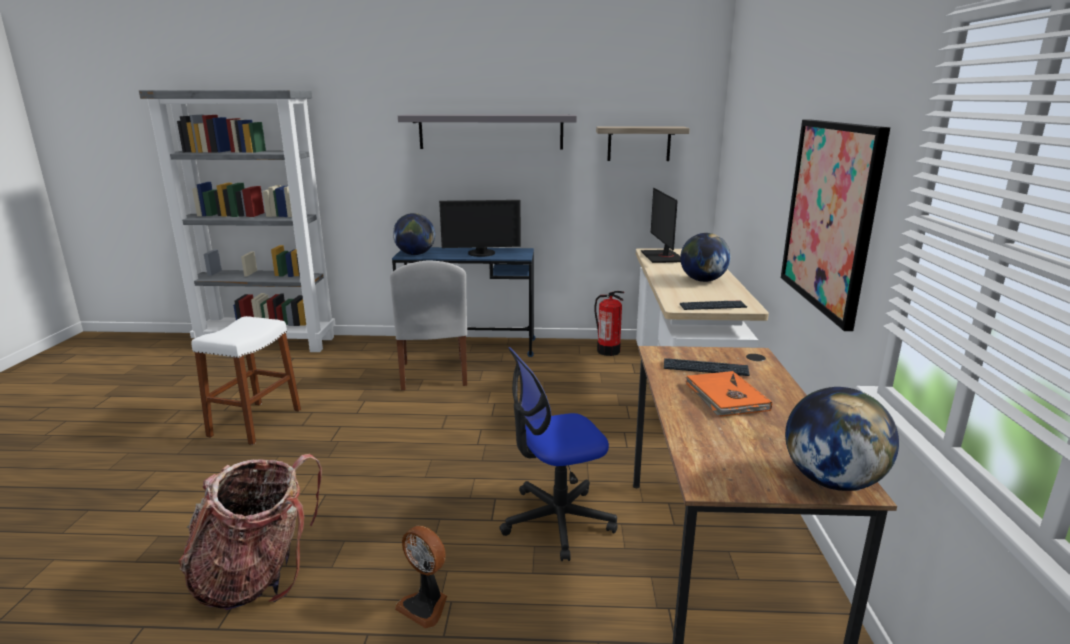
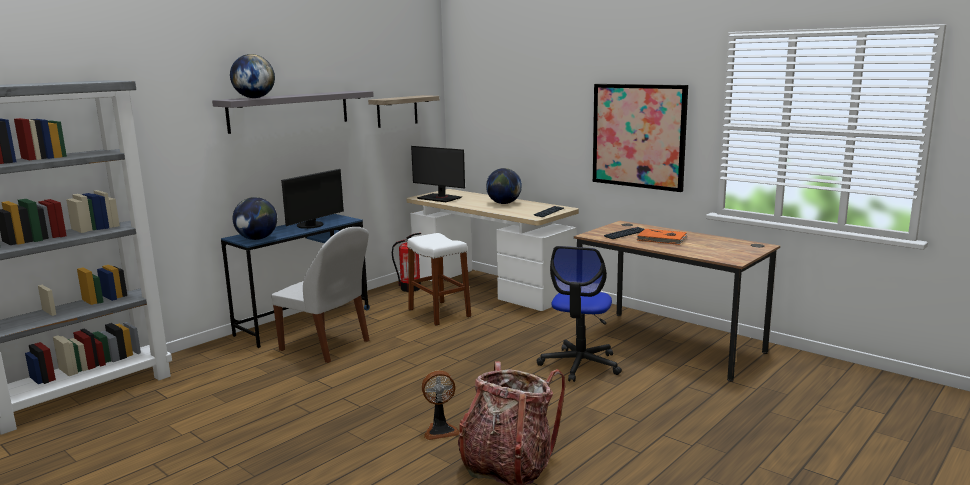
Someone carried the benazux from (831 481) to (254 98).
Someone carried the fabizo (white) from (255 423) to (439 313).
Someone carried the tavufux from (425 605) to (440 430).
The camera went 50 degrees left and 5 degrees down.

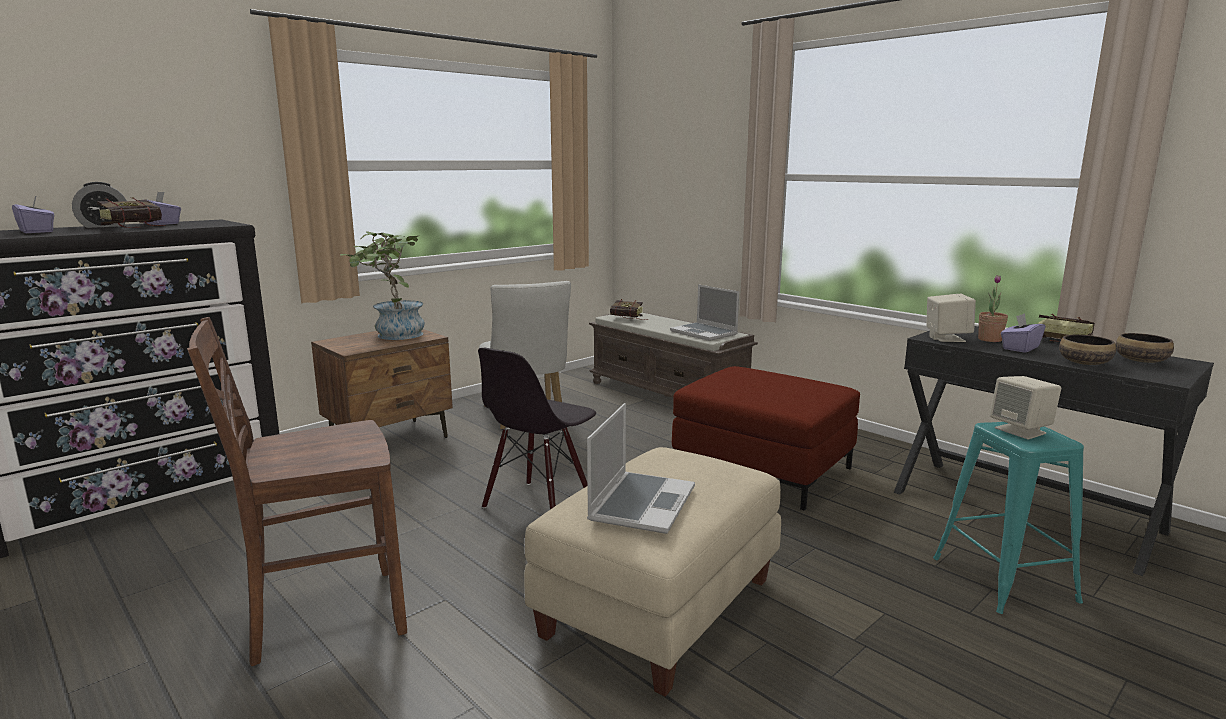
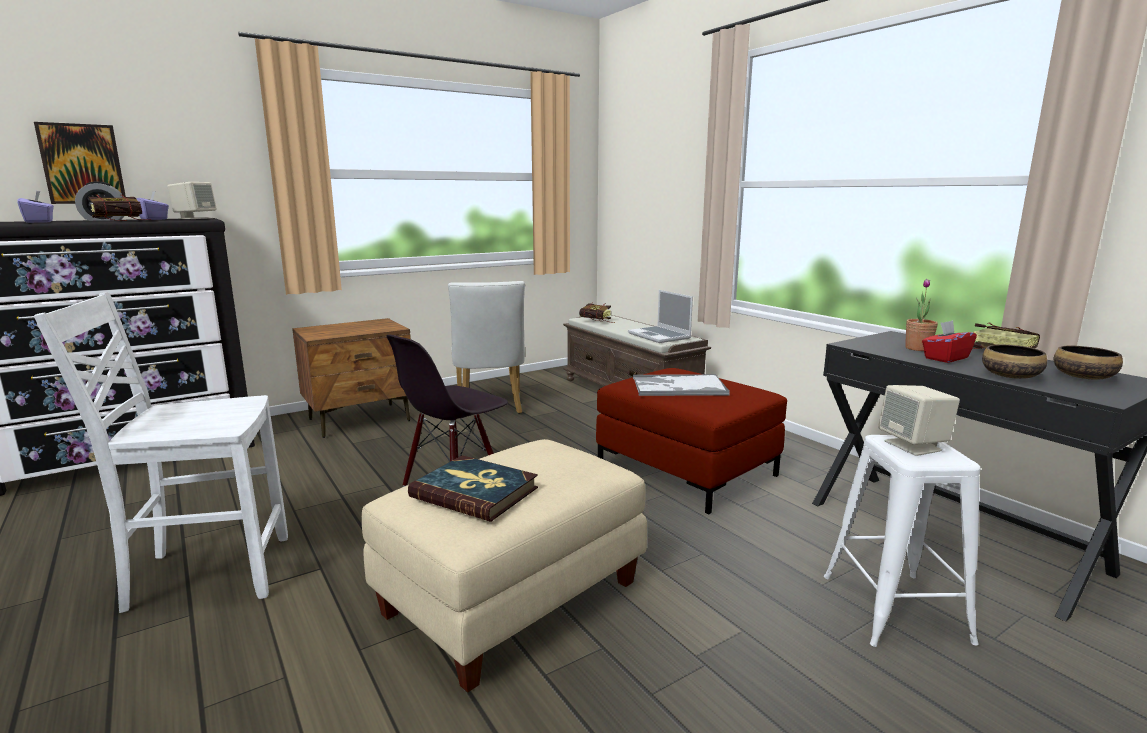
Someone put up the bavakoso at (82 164).
Someone repainted the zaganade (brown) at (323 616), which became the zaganade (white) at (207 573).
Someone carried the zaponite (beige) from (946 338) to (195 218).
Someone swapped the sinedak at (641 503) for the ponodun at (475 492).
Someone put down the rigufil at (678 387).
Someone repainted the fabizo (turquoise) at (1003 579), which became the fabizo (white) at (894 608).
Someone repainted the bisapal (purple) at (1020 348), which became the bisapal (red) at (945 358).
Someone took away the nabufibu at (393 335).
The camera went 10 degrees right and 0 degrees up.

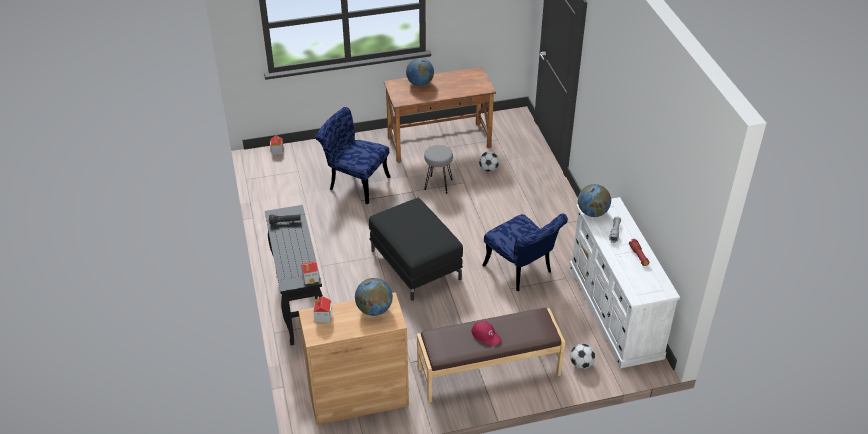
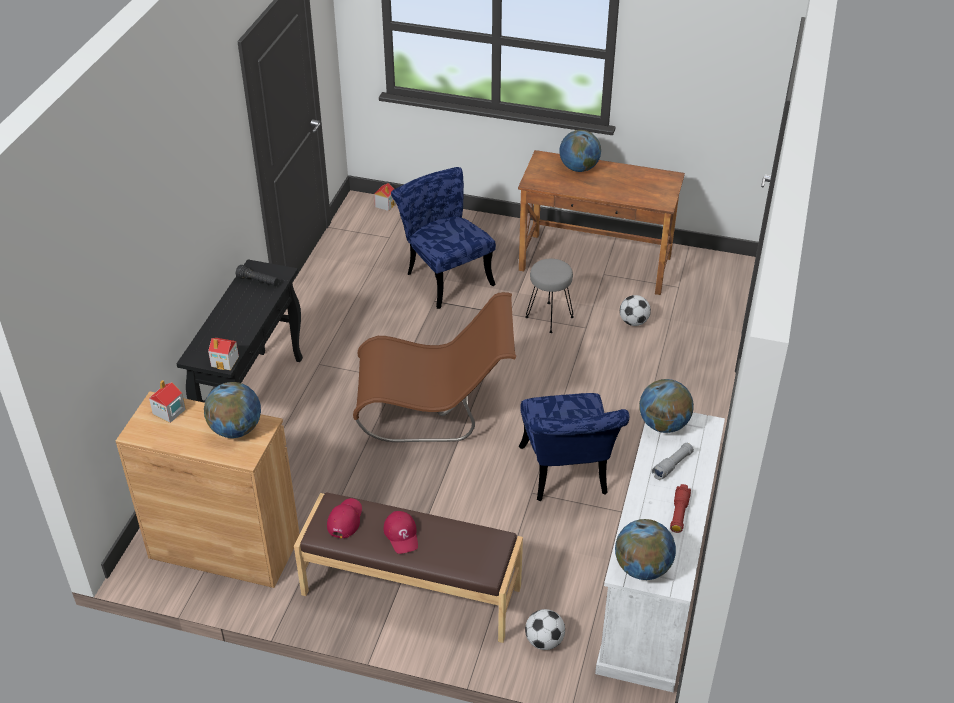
Someone put down the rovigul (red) at (345 519).
Someone swapped the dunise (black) at (416 264) for the zaganade (brown) at (435 409).
Someone put down the benazux at (642 568).
The camera went 30 degrees right and 0 degrees up.

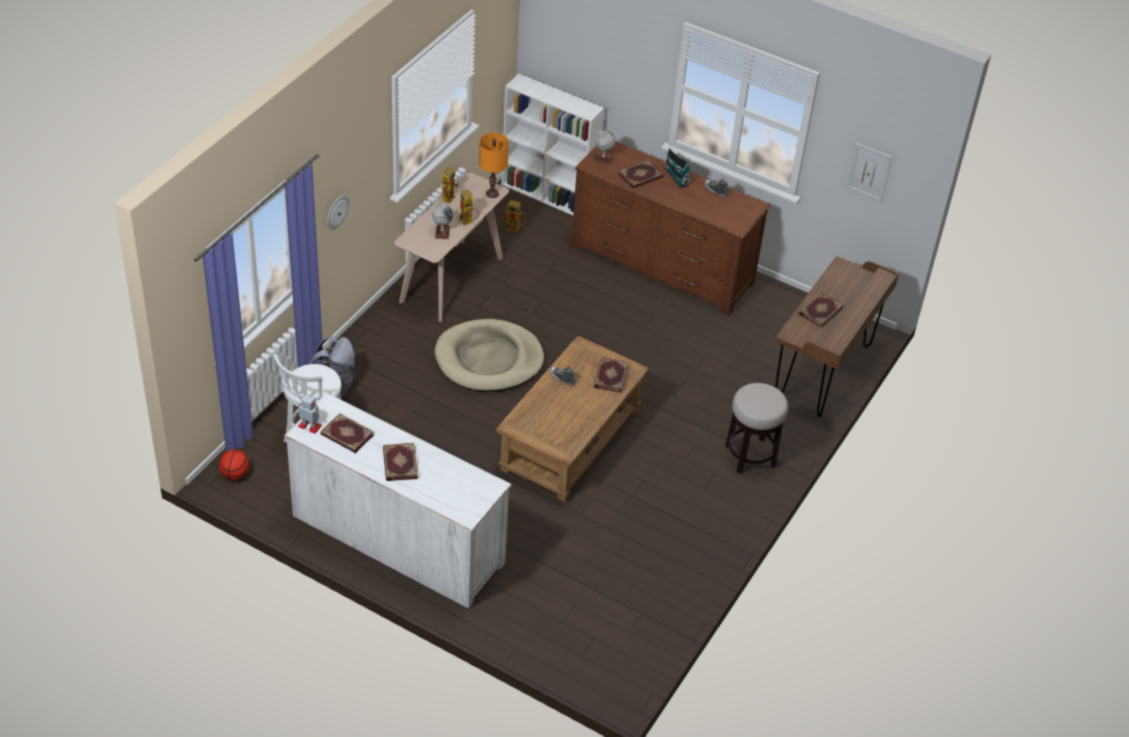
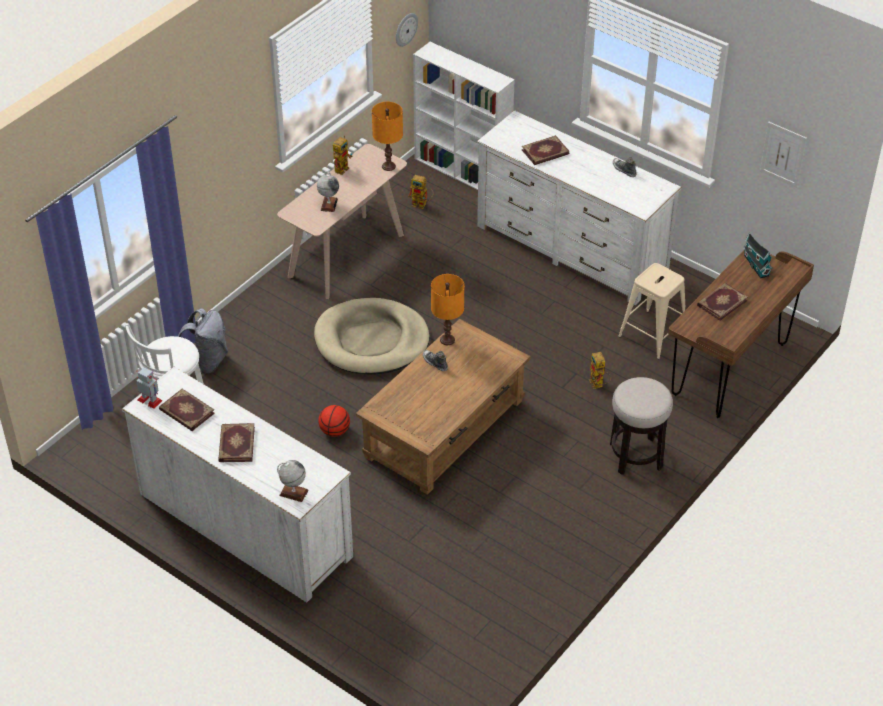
Someone carried the benazux from (603 158) to (293 493).
Someone carried the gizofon from (235 474) to (334 431).
Someone carried the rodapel from (337 211) to (405 29).
Someone put down the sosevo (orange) at (447 340).
Someone repainted the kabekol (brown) at (662 265), which became the kabekol (white) at (571 249).
Someone carried the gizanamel from (468 222) to (598 385).
Someone put down the fabizo (beige) at (652 334).
Someone carried the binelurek from (676 176) to (755 264).
Someone took away the ponodun at (610 376).
The camera went 10 degrees right and 0 degrees up.

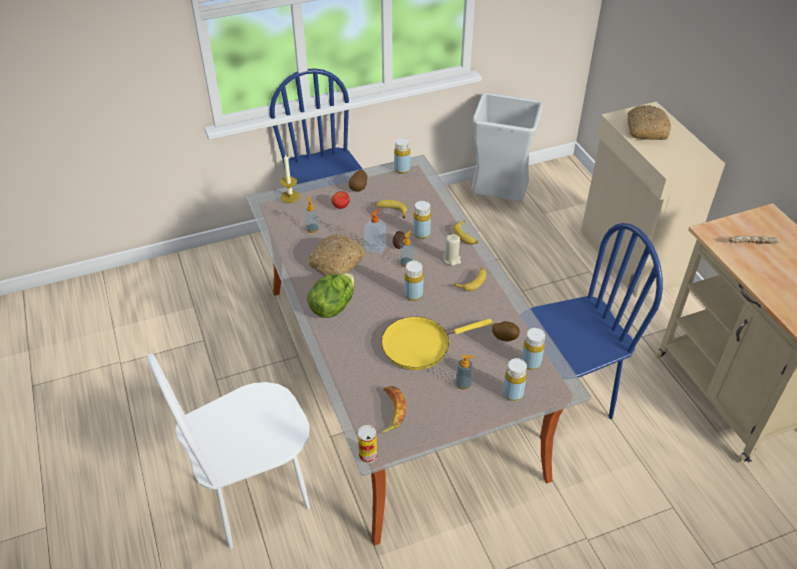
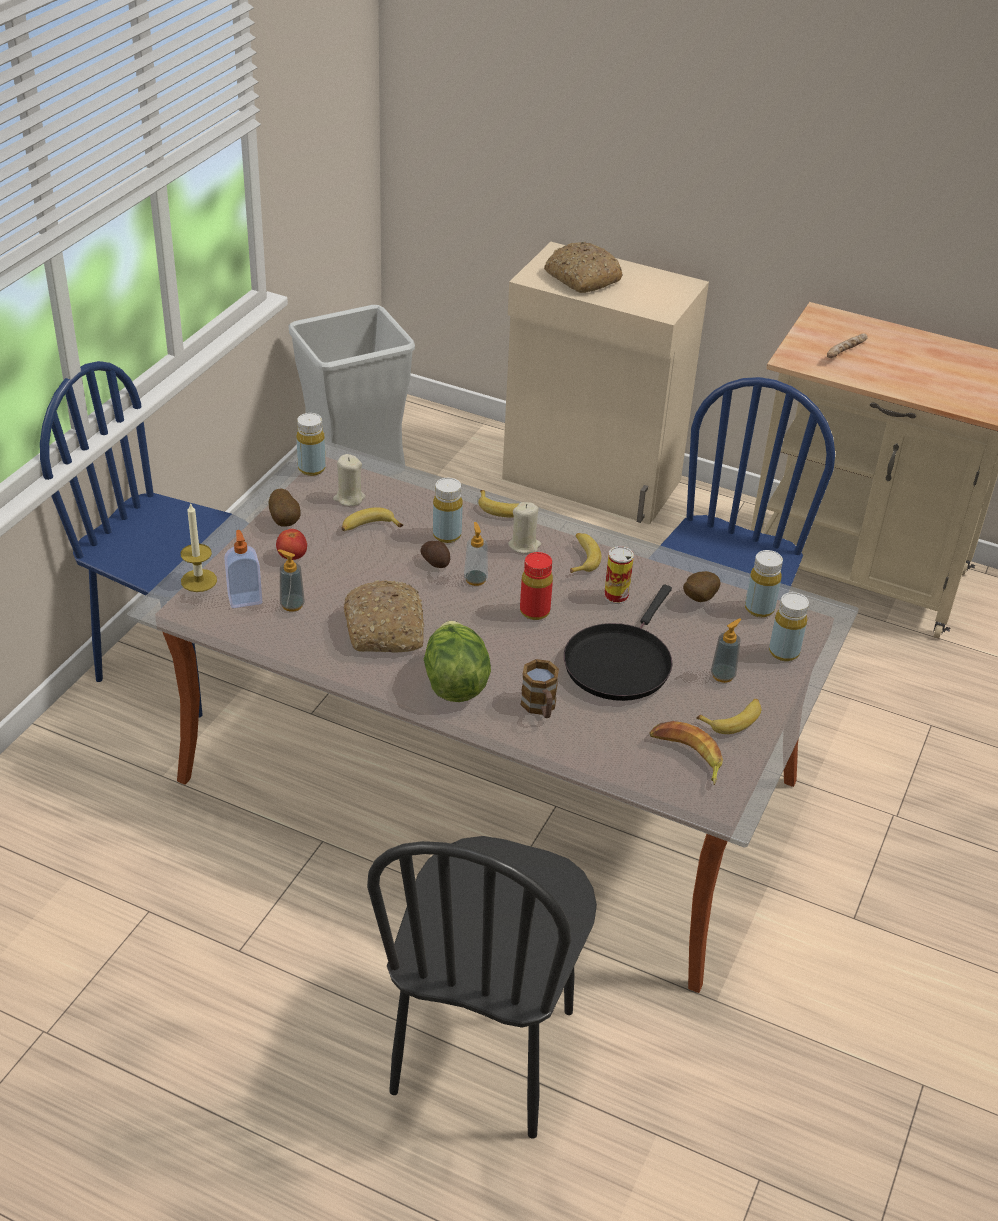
Someone carried the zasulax from (375 247) to (245 599).
Someone put down the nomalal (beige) at (349 498).
Someone repainted the zaganade (white) at (254 496), which became the zaganade (black) at (485 1052).
Someone repainted the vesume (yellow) at (413 295), which became the vesume (red) at (534 611).
Someone put down the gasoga at (540 707).
Someone repainted the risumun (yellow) at (420 345), which became the risumun (black) at (619 662).
Someone carried the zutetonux from (368 455) to (616 596).
Someone put down the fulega at (733 719).
The camera went 45 degrees left and 5 degrees down.

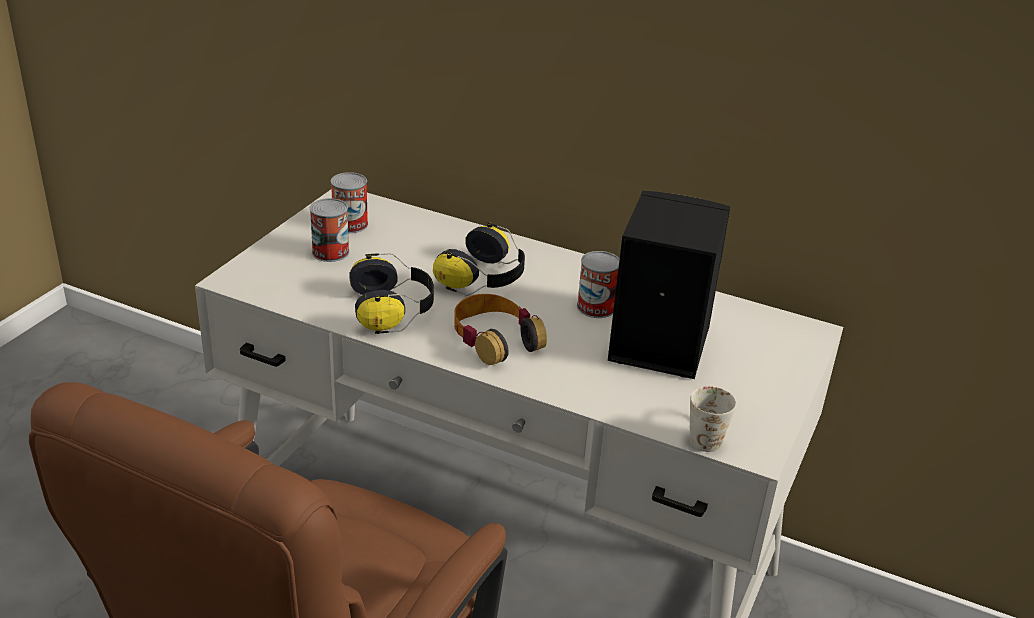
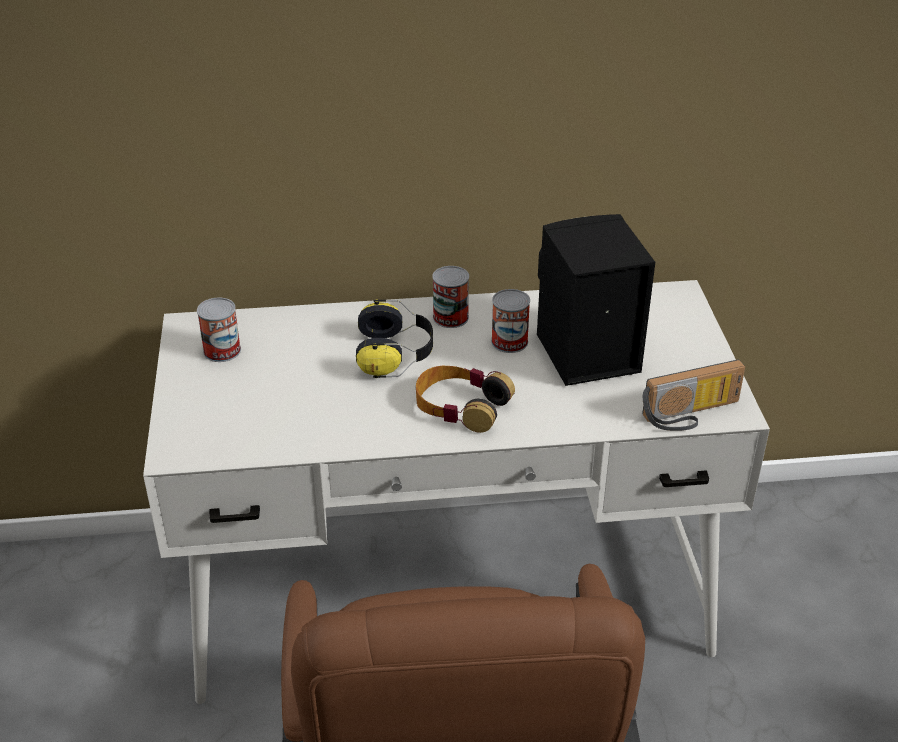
Someone carried the zutetonux from (330 252) to (450 317).
Someone swapped the gasoga (white) at (706 435) for the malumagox at (692 415).
Someone took away the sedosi at (393 310).
The camera went 30 degrees left and 5 degrees up.

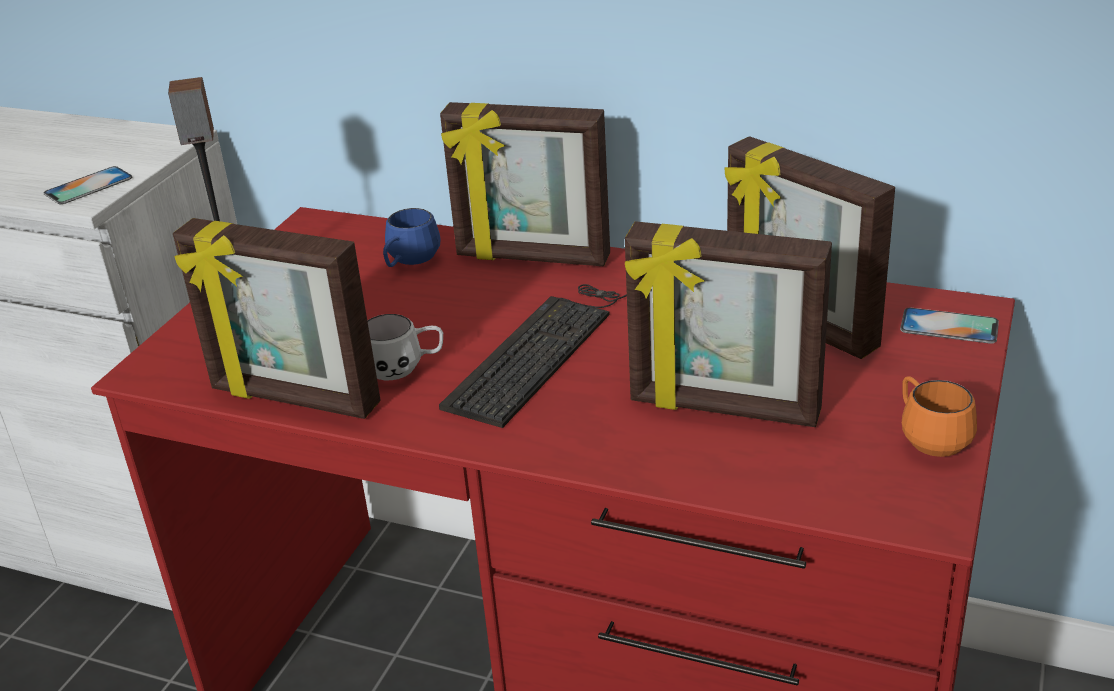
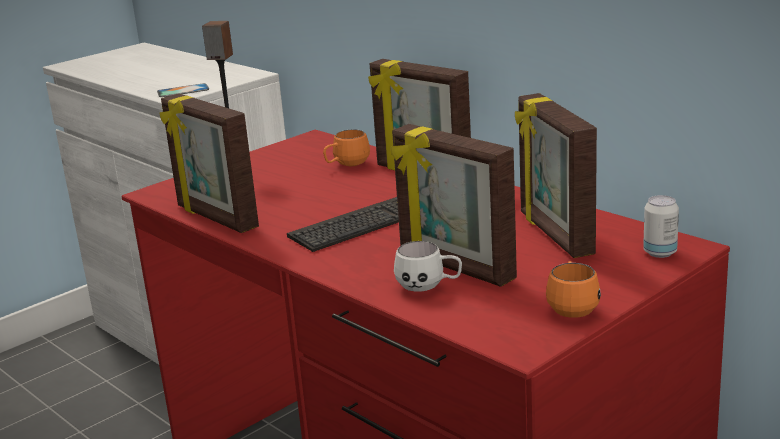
Someone repainted the gasoga (blue) at (409 263), which became the gasoga (orange) at (346 165).
Someone carried the gasoga (white) from (404 369) to (429 287).
Someone swapped the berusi at (949 326) for the zutetonux at (660 252).
The camera went 25 degrees right and 10 degrees down.

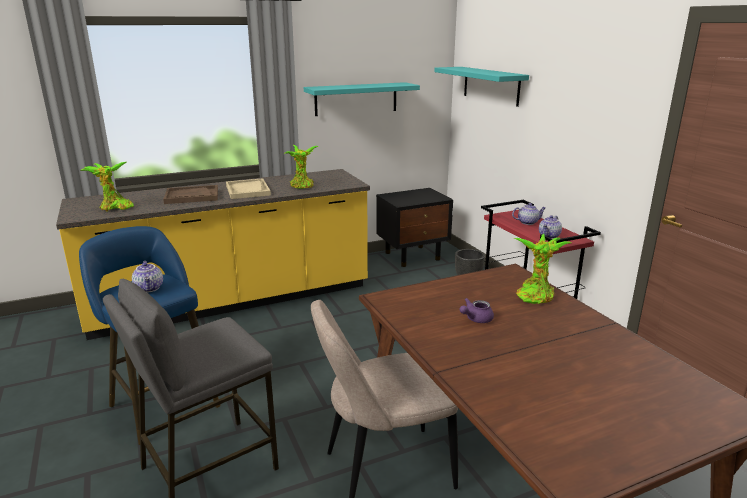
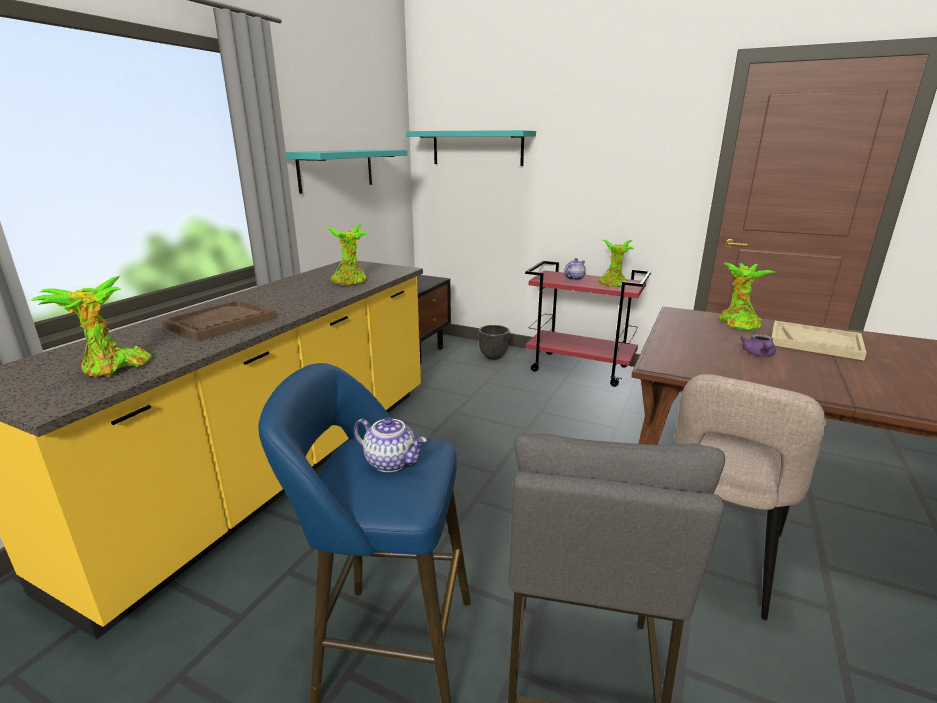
Someone swapped the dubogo at (549 236) for the nabufibu at (613 284).
Someone carried the rigufil (beige) from (248 190) to (815 342).
The camera went 40 degrees left and 0 degrees up.

